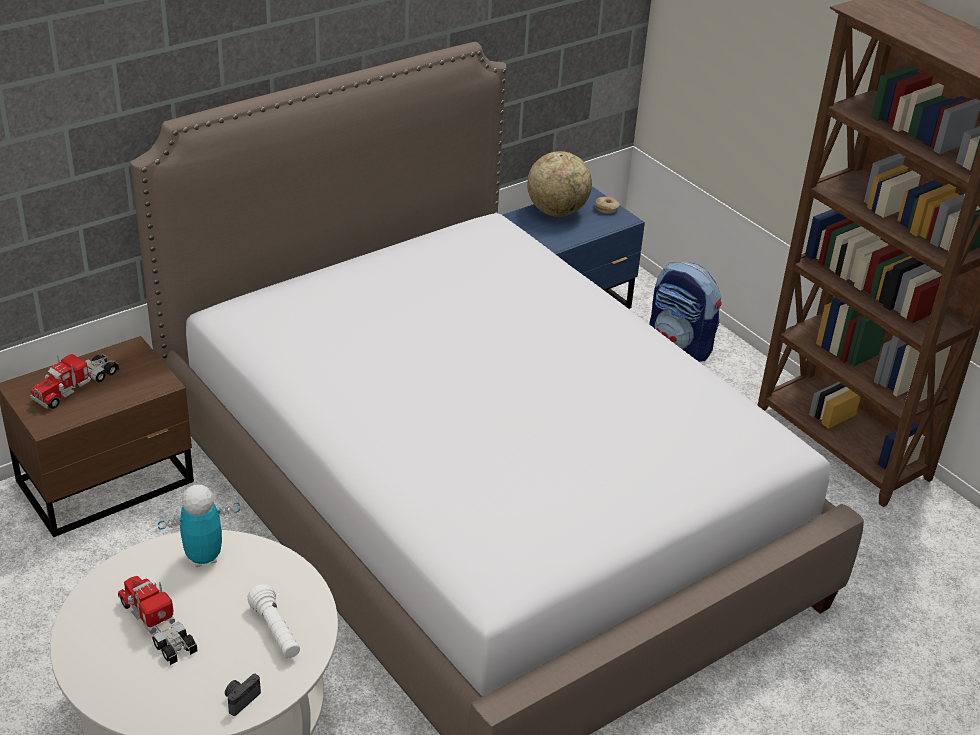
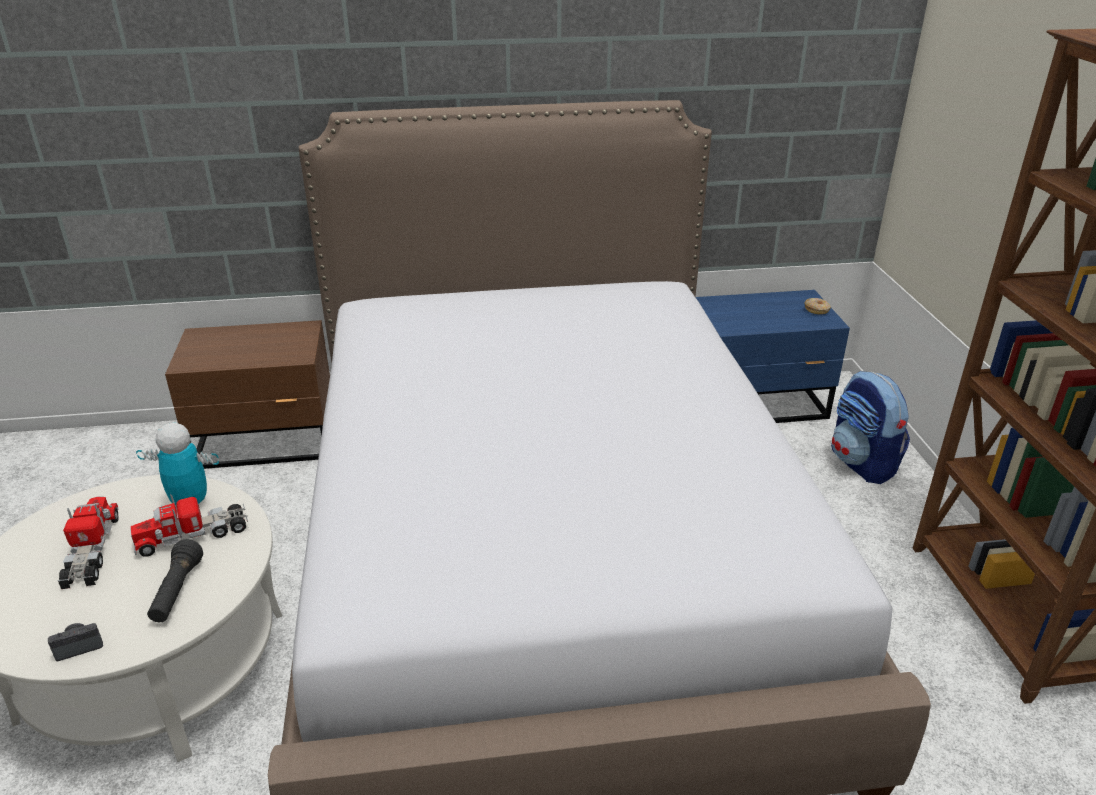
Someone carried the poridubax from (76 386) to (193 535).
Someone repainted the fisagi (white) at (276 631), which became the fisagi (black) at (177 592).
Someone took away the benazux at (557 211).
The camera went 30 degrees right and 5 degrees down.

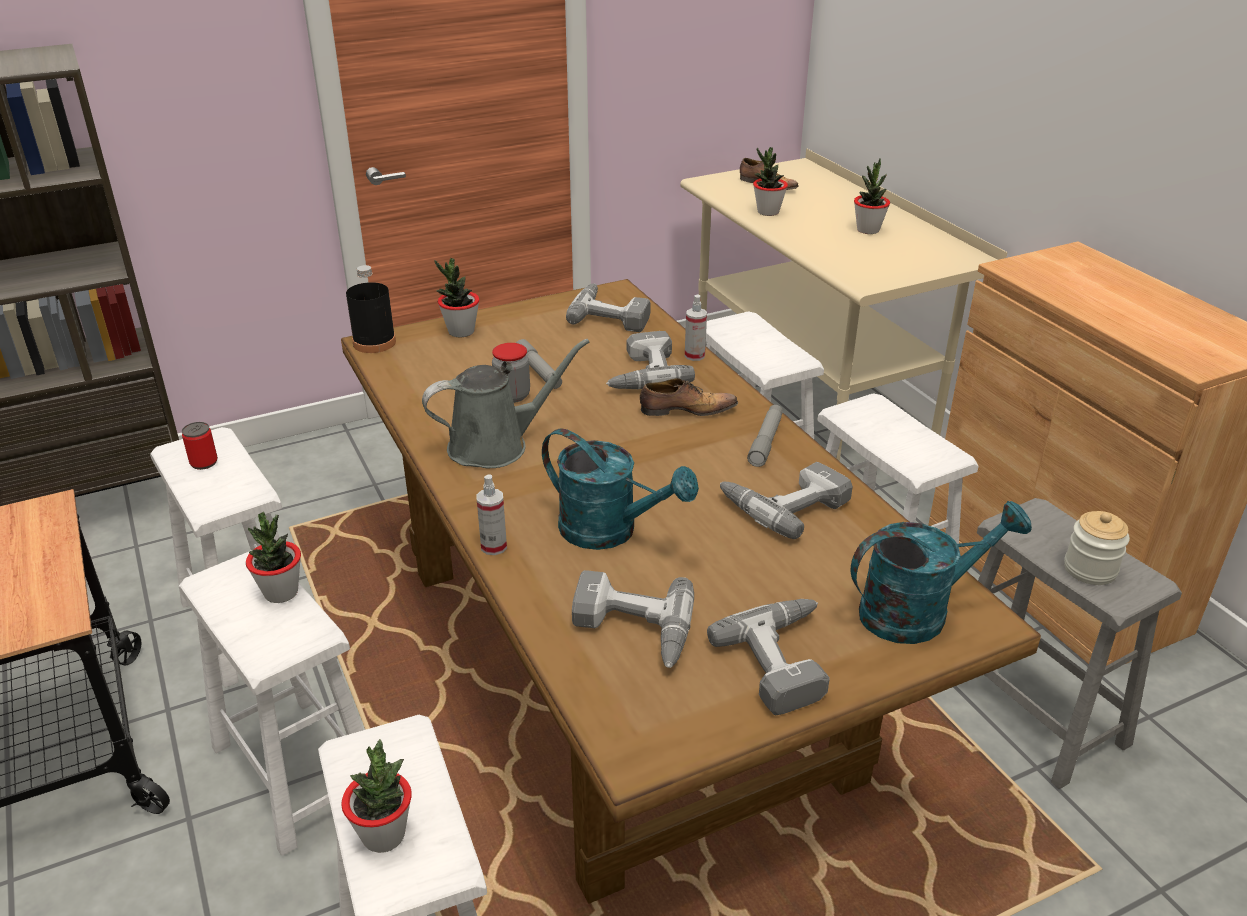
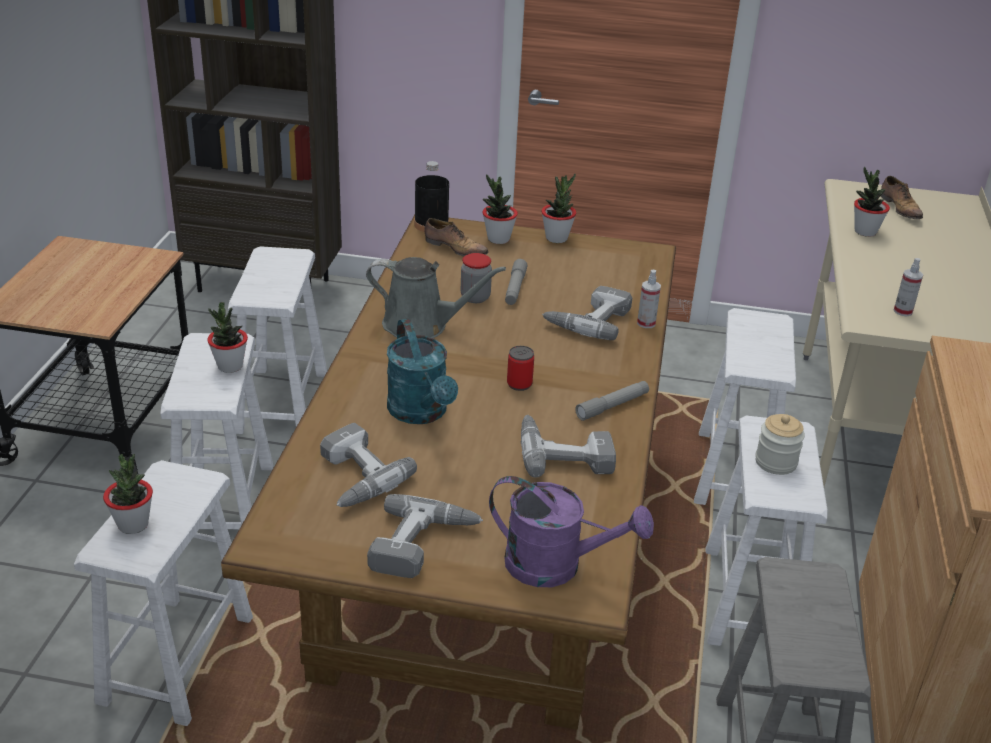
Someone carried the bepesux from (685 410) to (455 248).
Someone repainted the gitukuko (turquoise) at (917 611), which became the gitukuko (purple) at (556 566).
Someone carried the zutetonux from (204 462) to (519 384).
Someone carried the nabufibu from (868 230) to (556 238).
Someone carried the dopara from (1090 569) to (775 462).
Someone carried the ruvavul from (494 546) to (903 311).
Someone took away the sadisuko at (612 314).
The camera went 35 degrees right and 0 degrees up.

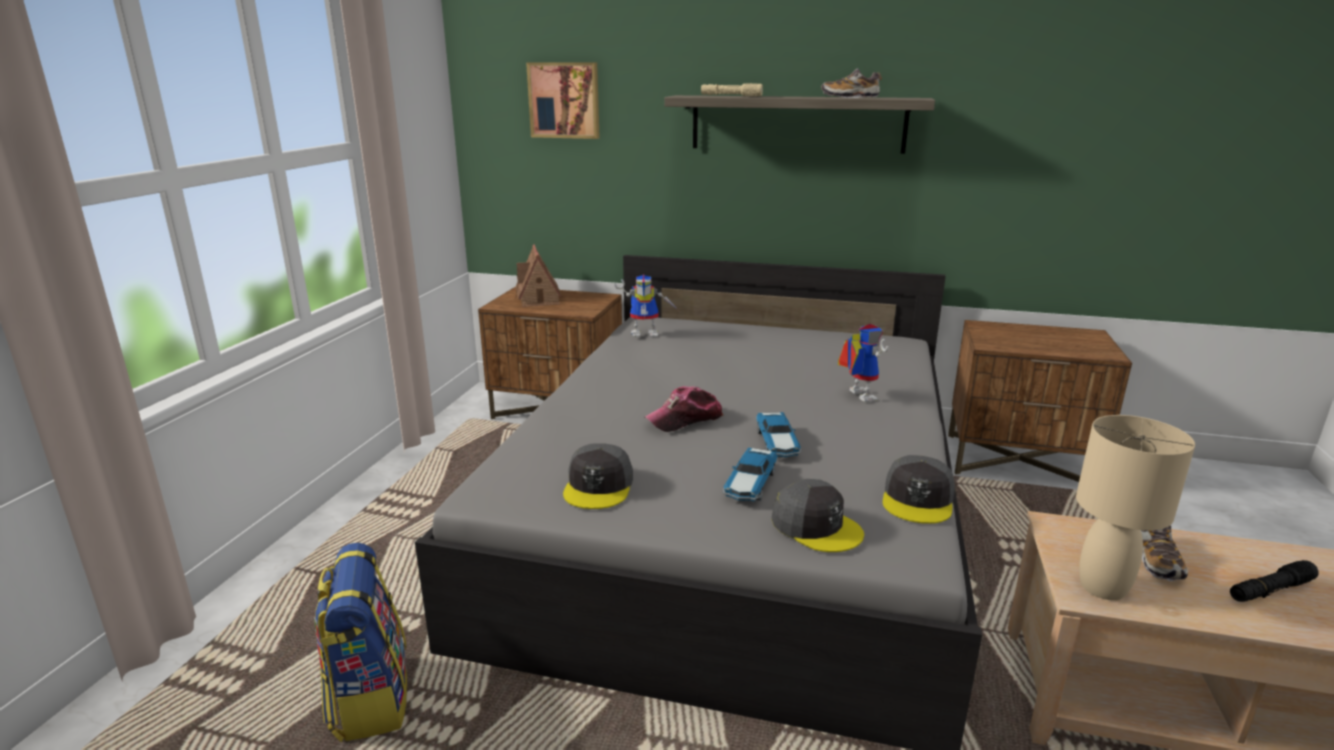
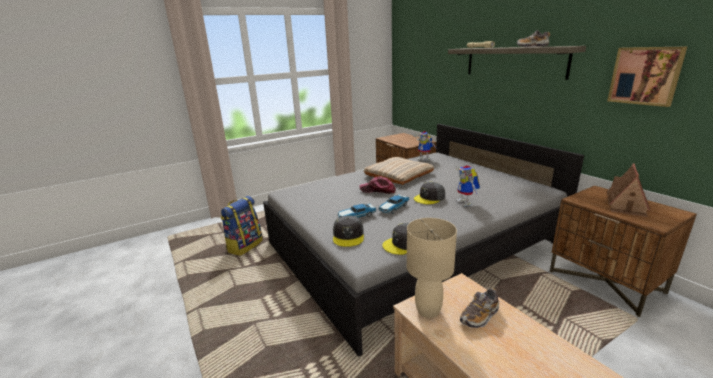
Someone put down the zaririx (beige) at (398 175).
Someone carried the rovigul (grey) from (599 486) to (429 198).
Someone rotated the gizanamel at (856 395) by 135 degrees clockwise.
Someone carried the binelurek from (538 297) to (626 205).
Someone carried the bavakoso from (565 100) to (645 75).
Someone took away the fisagi (black) at (1270 590).
The camera went 45 degrees right and 0 degrees up.

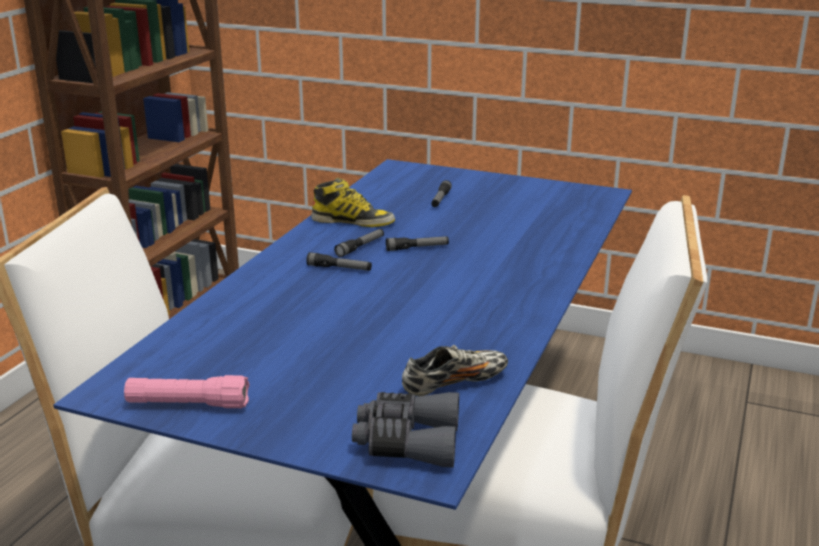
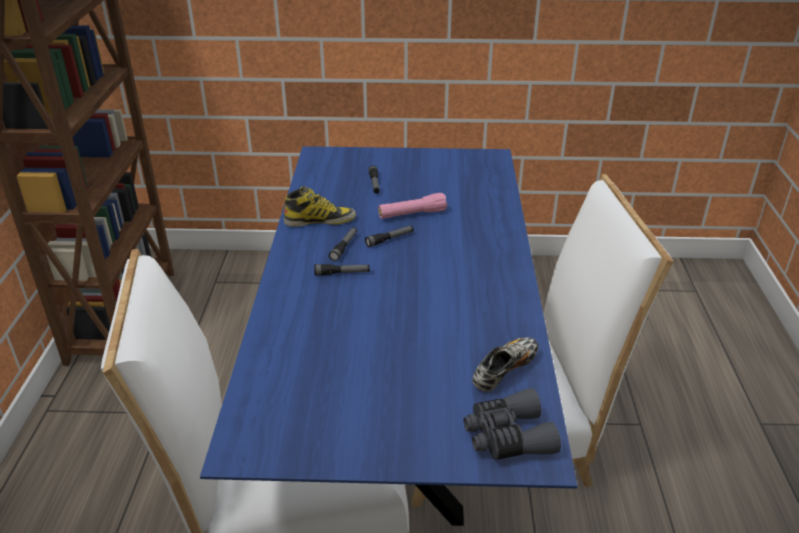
Someone carried the fisagi (pink) from (188 405) to (412 214).
The camera went 20 degrees left and 10 degrees up.

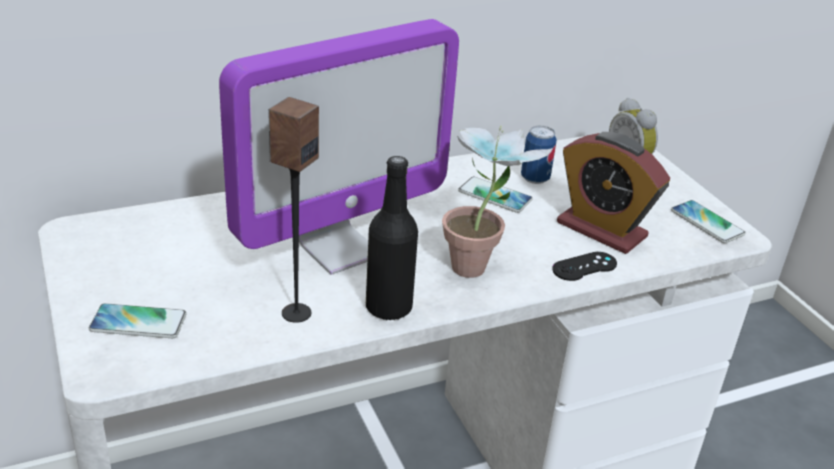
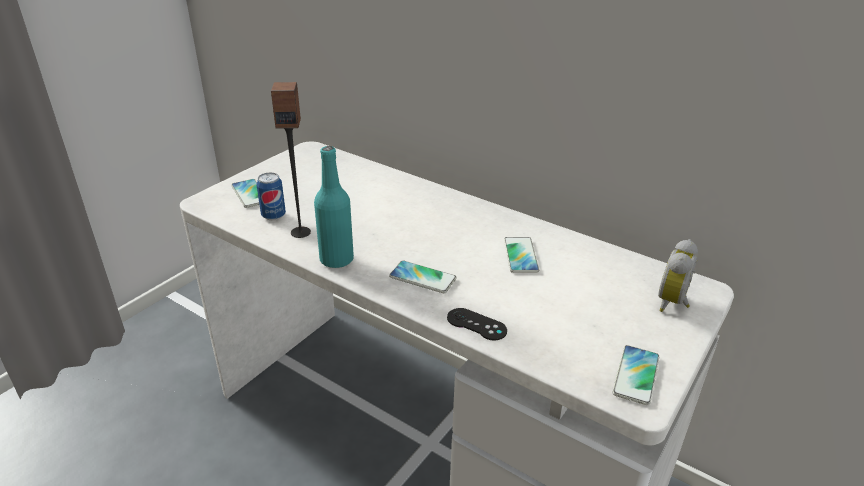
Someone carried the zutetonux from (535 178) to (273 215).
Someone repainted the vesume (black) at (388 307), which became the vesume (turquoise) at (336 259).
Someone swapped the nabufibu at (480 265) for the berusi at (422 278).
Someone took away the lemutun at (338 249).
Someone took away the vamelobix at (601 230).
The camera went 60 degrees right and 0 degrees up.

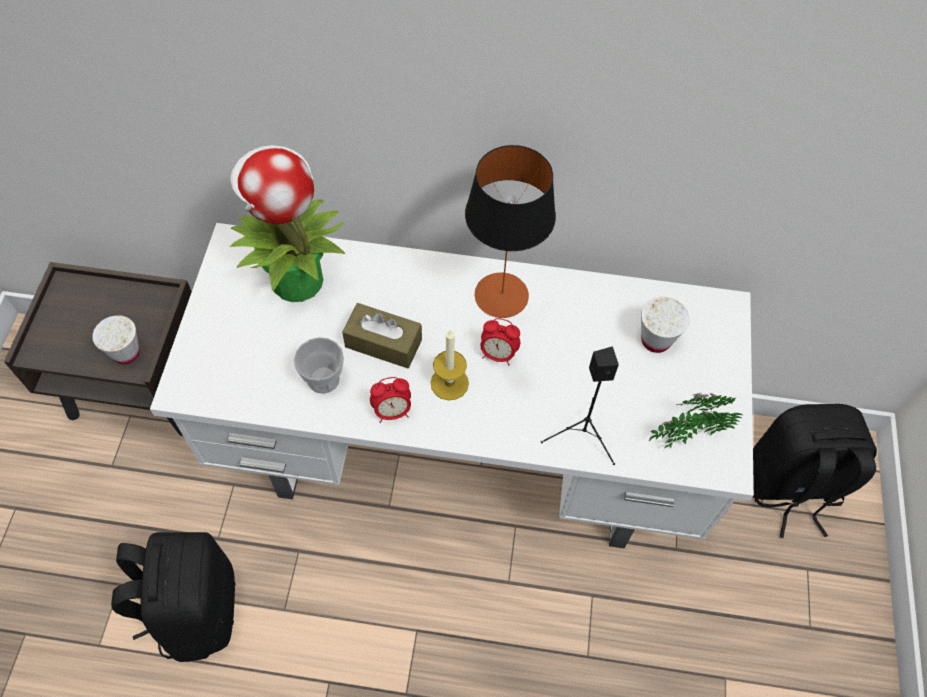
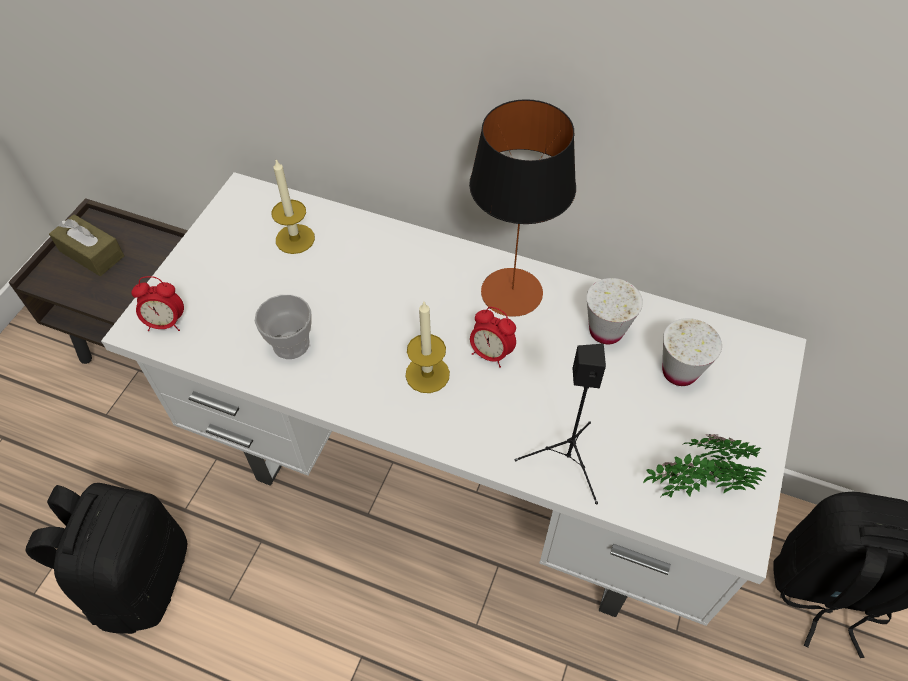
Someone carried the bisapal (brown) from (383 343) to (92 253).
Someone carried the vamelobix from (392 411) to (166 323).
Someone swapped the nabufibu at (295 279) for the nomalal at (295 239).
Someone carried the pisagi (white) from (126 353) to (606 331).
The camera went 15 degrees right and 5 degrees down.

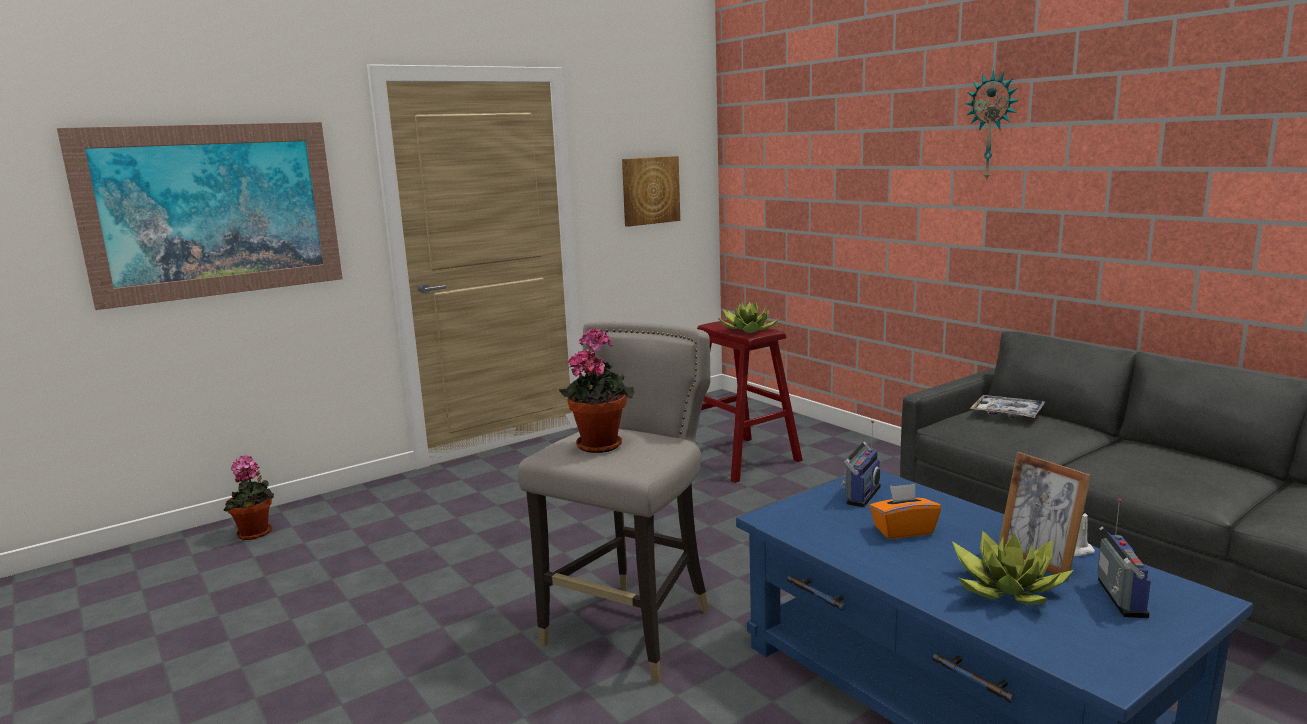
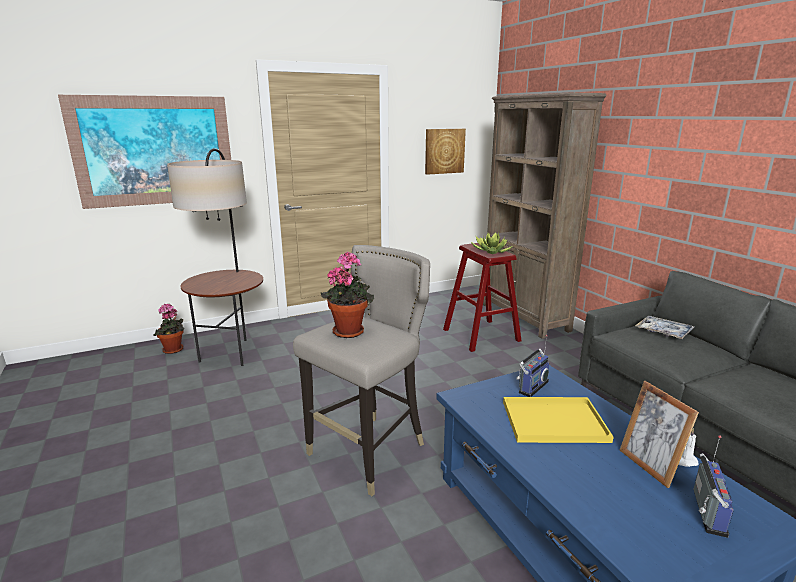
Someone put down the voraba at (232 353).
Someone put down the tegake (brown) at (524 317).
Someone swapped the bisapal (orange) at (903 530) for the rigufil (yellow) at (552 422).
Someone took away the nabufibu at (1004 589).
Someone took away the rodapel at (992 126).
The camera went 10 degrees right and 5 degrees up.

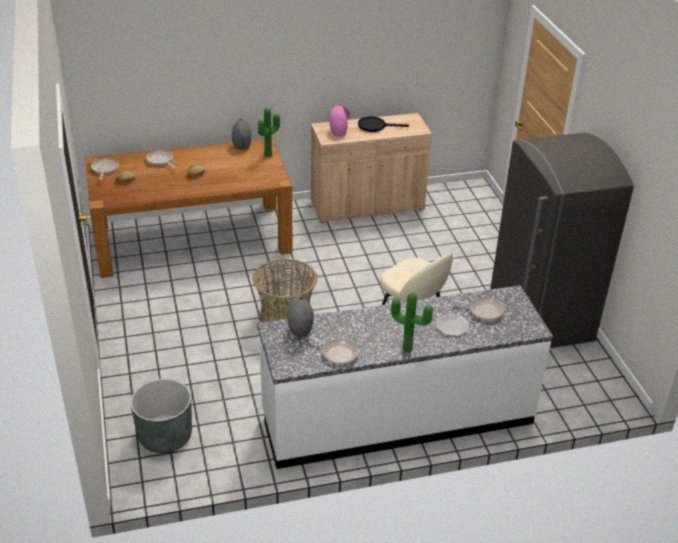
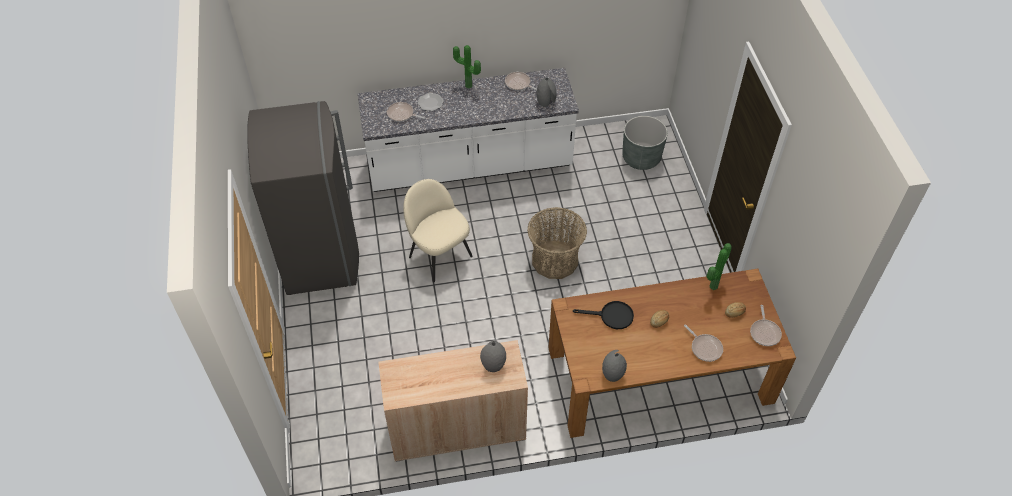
Someone repainted the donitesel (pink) at (339 132), which became the donitesel (grey) at (493 365).
Someone carried the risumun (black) from (375 126) to (611 316).
Someone carried the nabufibu from (269 155) to (712 286).
The camera went 175 degrees left and 15 degrees up.

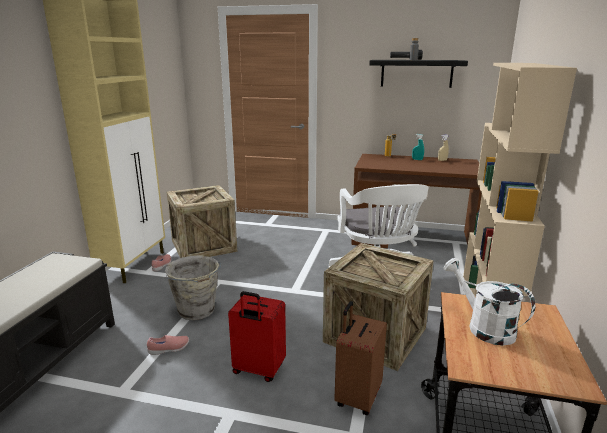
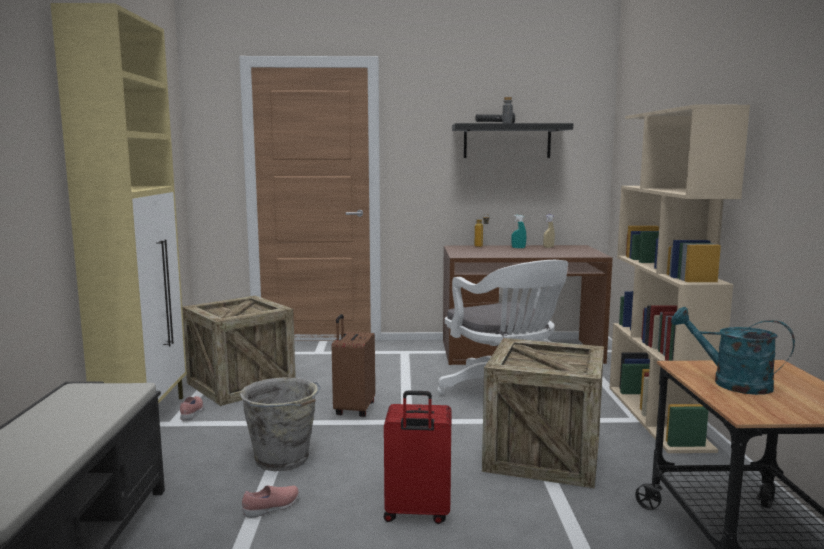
Someone carried the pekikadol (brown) from (357 397) to (353 409).
Someone repainted the gitukuko (white) at (483 327), which became the gitukuko (turquoise) at (731 383).
The camera went 15 degrees left and 10 degrees down.

